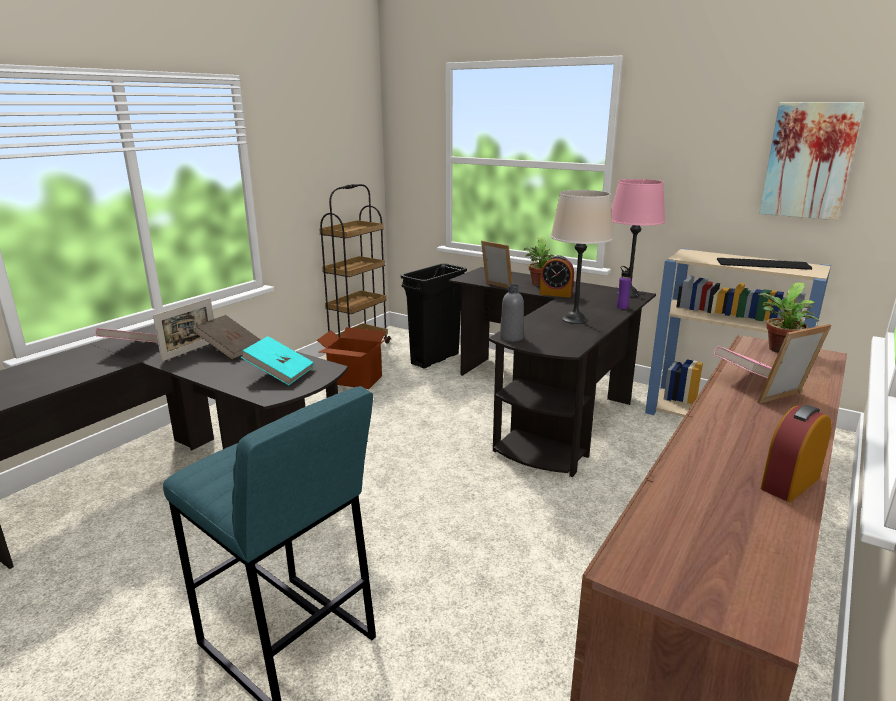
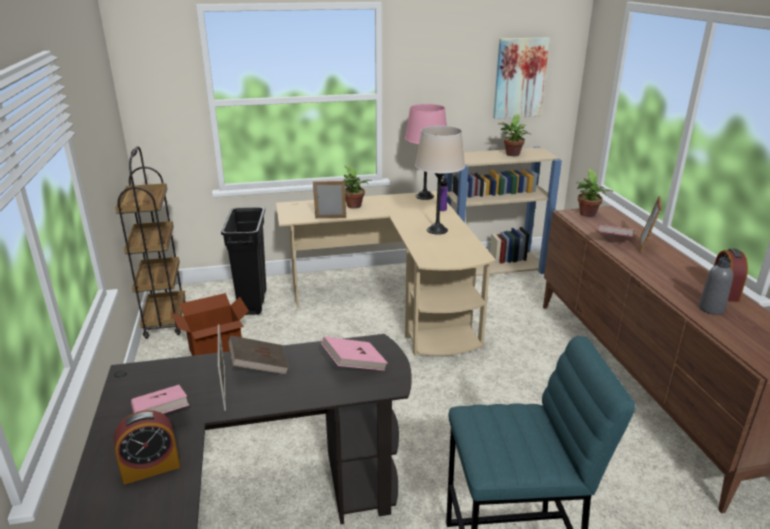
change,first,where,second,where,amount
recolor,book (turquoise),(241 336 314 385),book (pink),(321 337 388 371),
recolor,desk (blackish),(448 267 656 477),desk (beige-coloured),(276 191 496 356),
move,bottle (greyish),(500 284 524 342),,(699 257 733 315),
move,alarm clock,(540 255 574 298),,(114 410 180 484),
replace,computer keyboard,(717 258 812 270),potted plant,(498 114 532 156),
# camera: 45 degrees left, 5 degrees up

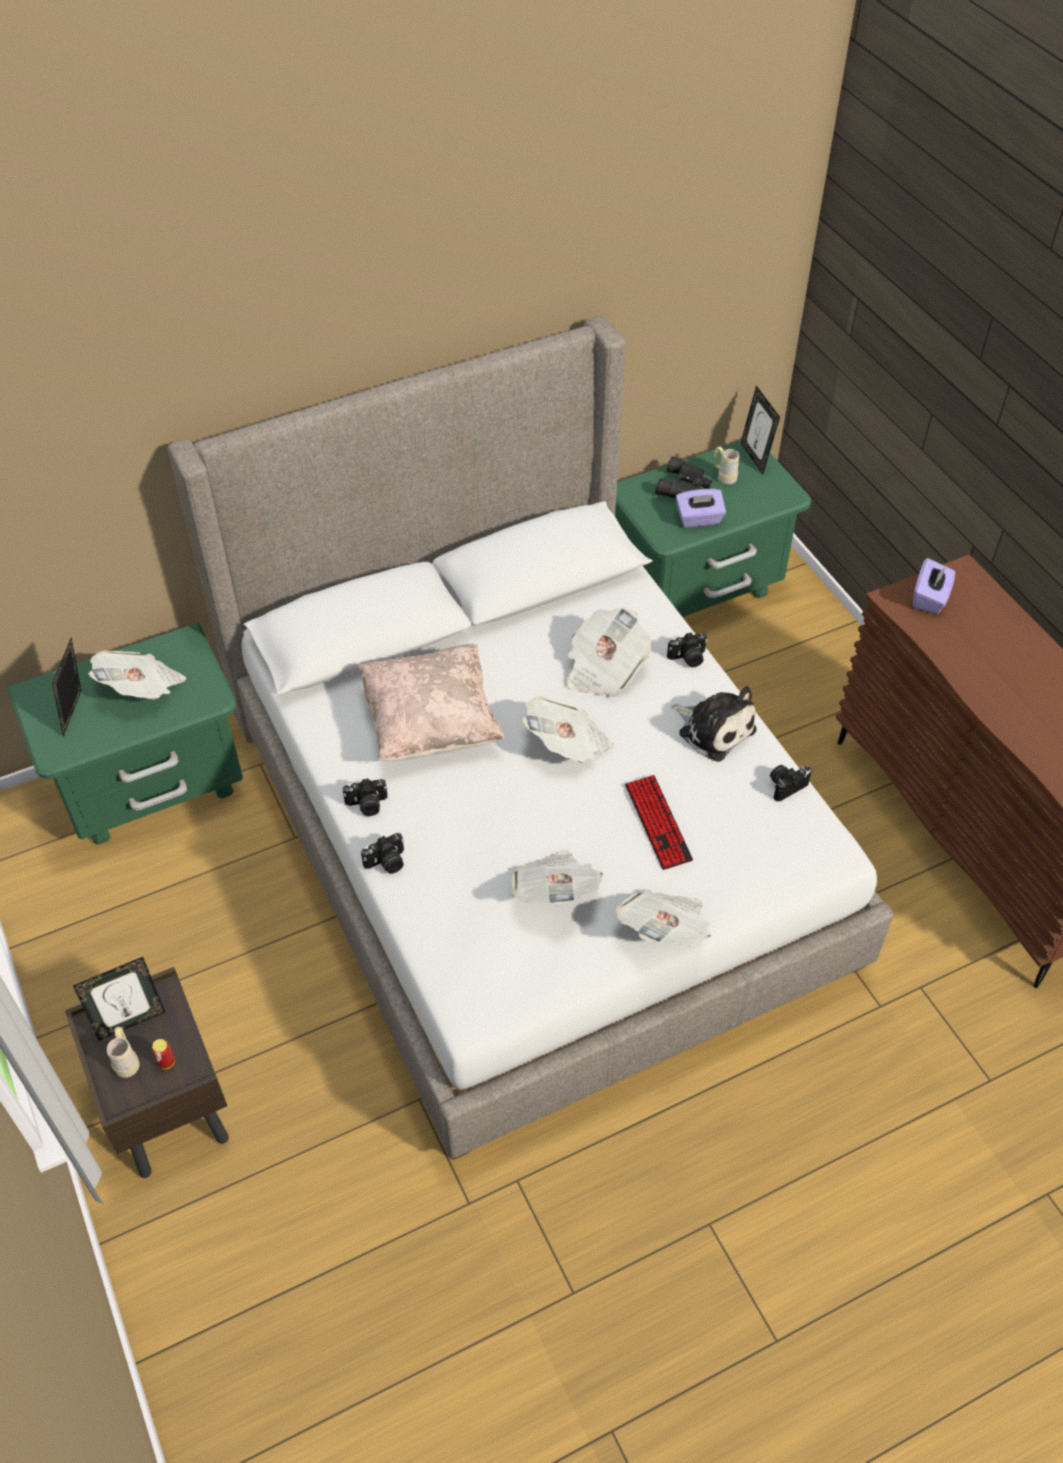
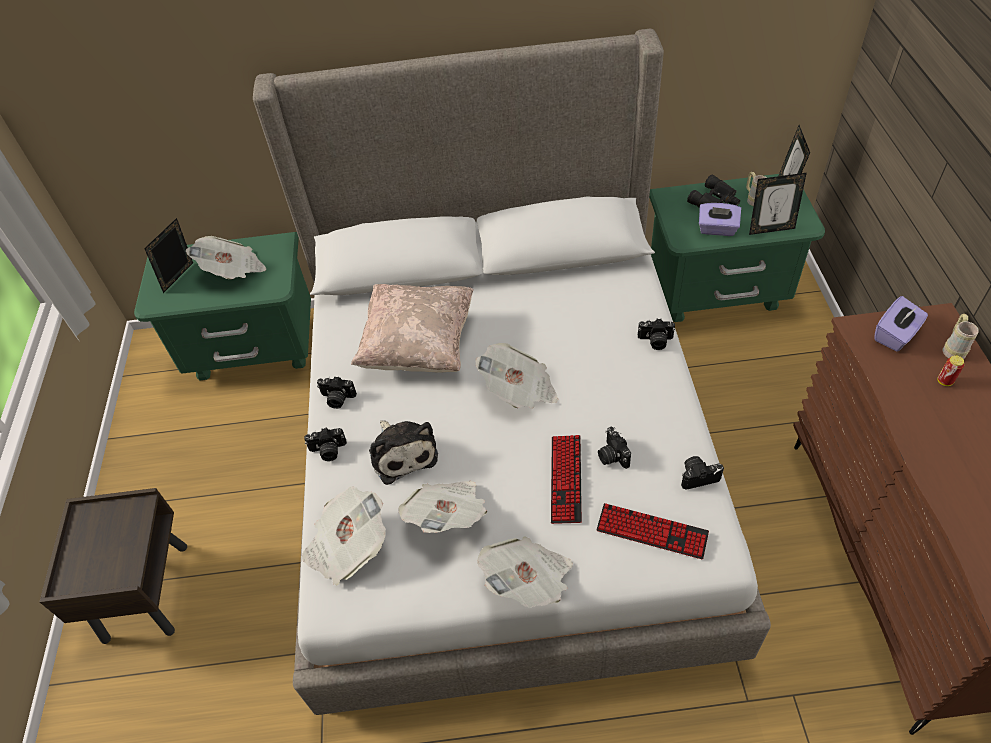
change,first,where,second,where,amount
move,photo frame,(73 957 165 1041),,(749 173 807 235),
move,tea mug (beige-coloured),(107 1027 140 1078),,(943 314 979 359),
move,sealed can,(151 1039 175 1069),,(937 355 964 386),
move,daily paper,(567 608 651 697),,(302 486 386 586),
move,soft toy,(671 686 757 762),,(369 421 438 485),
insert,,,computer keyboard,(596 503 709 559),
insert,,,photo camera,(598 426 631 469),
# camera: 25 degrees right, 0 degrees up

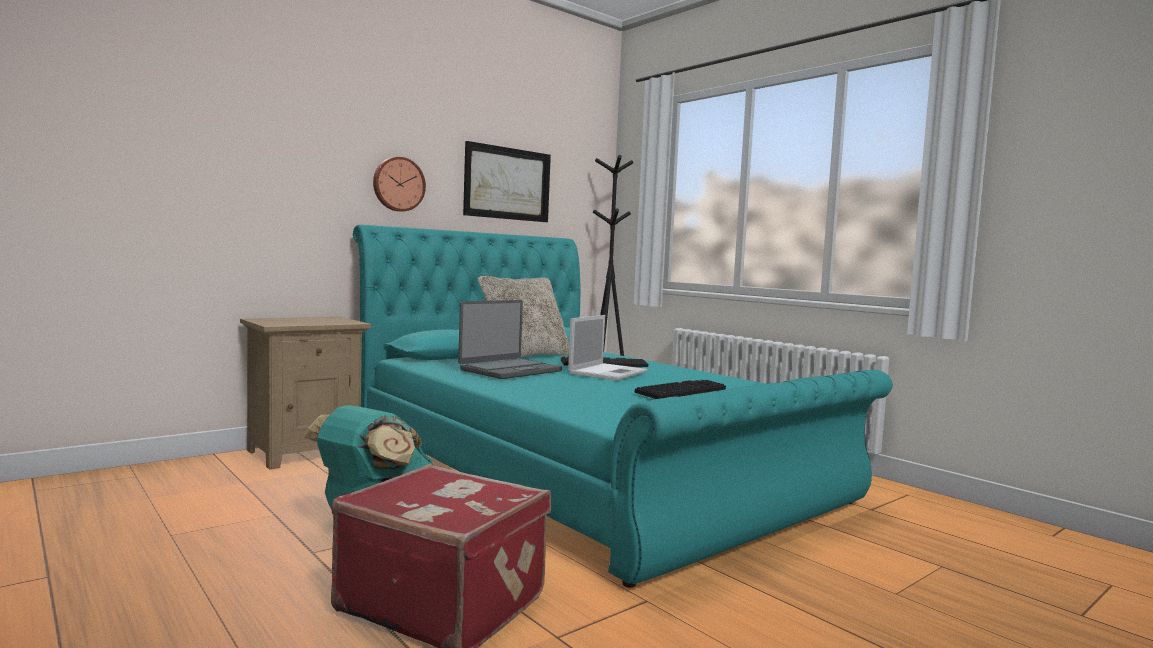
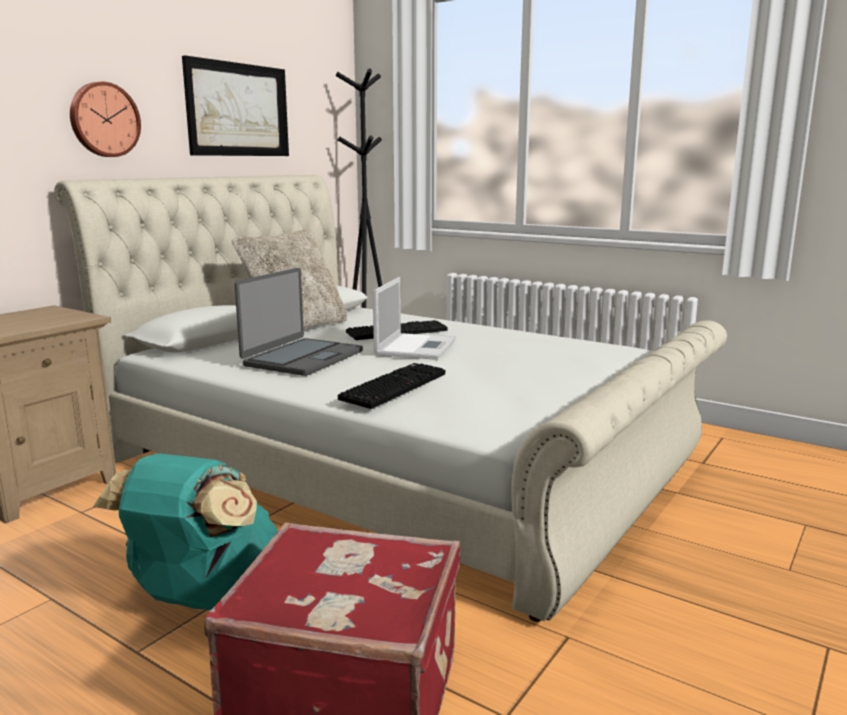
change,first,where,second,where,amount
recolor,bed (turquoise),(353 224 893 588),bed (beige-coloured),(54 175 727 622),
move,computer keyboard,(635 380 726 399),,(338 363 445 409),
# camera: 15 degrees left, 10 degrees up

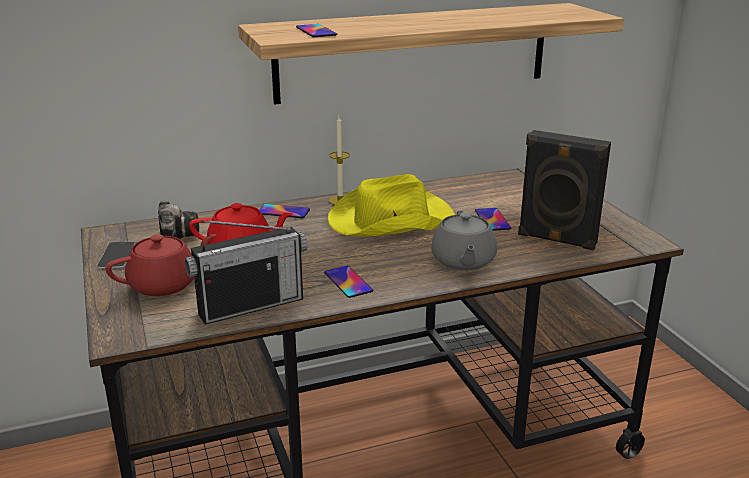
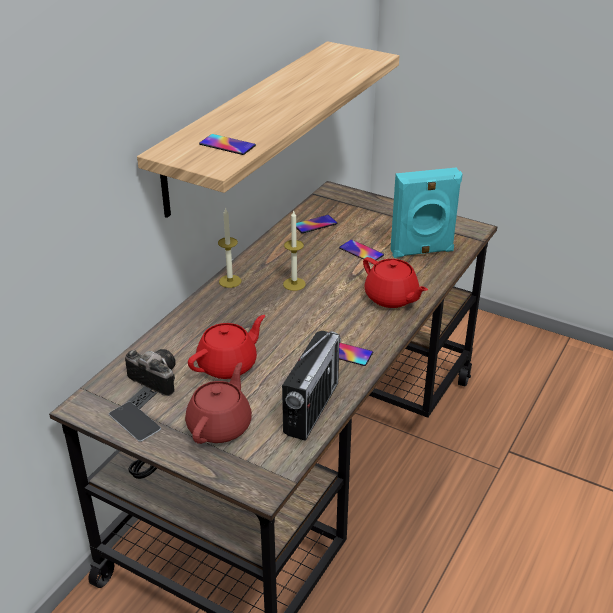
change,first,where,second,where,amount
move,phone,(259 204 310 218),,(296 215 337 233),
replace,hat (yellow),(328 174 455 237),wax candle,(283 211 306 291),
recolor,teapot (greyish),(431 211 497 271),teapot (red),(363 257 428 308),
recolor,audio speaker (blackish),(518 130 611 251),audio speaker (turquoise),(390 168 463 258),
# camera: 40 degrees left, 10 degrees up

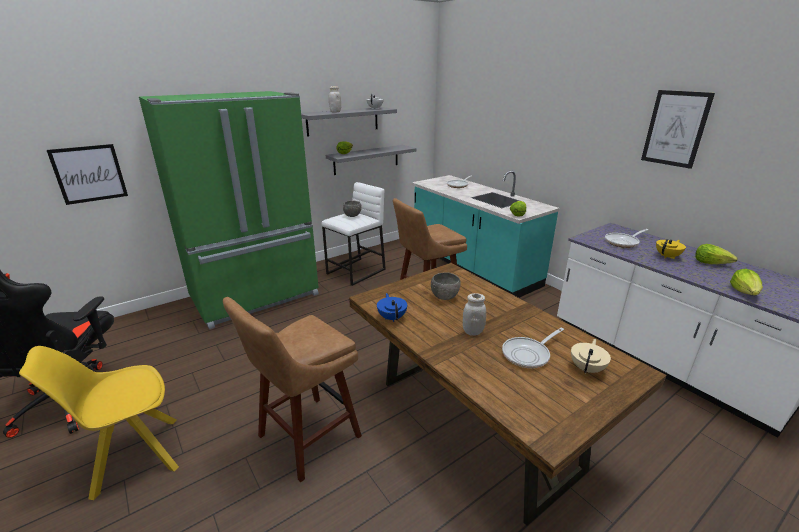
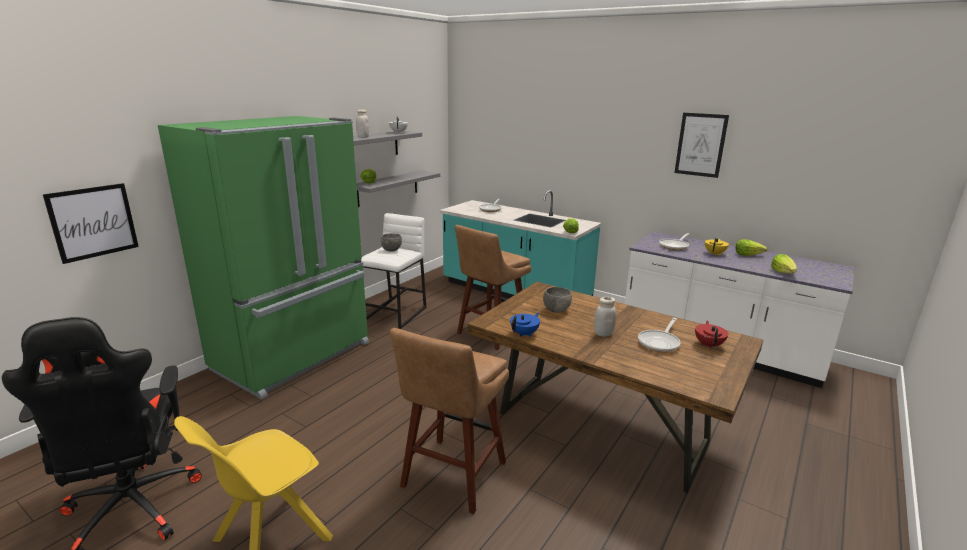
change,first,where,second,where,amount
rotate,teapot (blue),(377 293 407 322),,(510 313 540 337),75 degrees clockwise
recolor,teapot (beige-coloured),(571 339 611 374),teapot (red),(695 321 728 349),
# camera: 20 degrees left, 5 degrees down

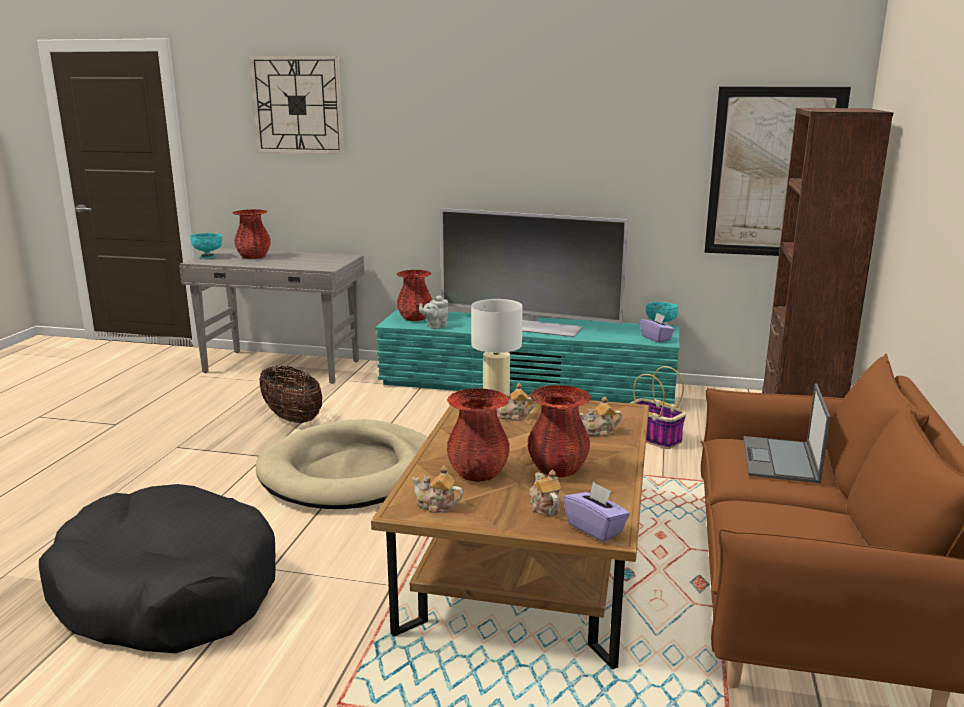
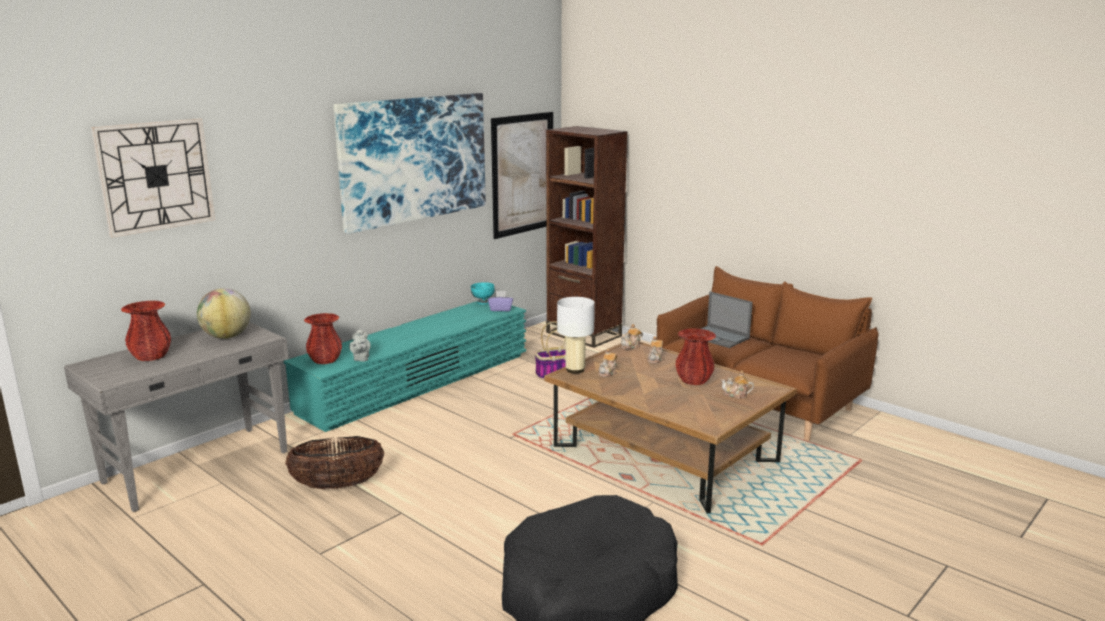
change,first,where,second,where,amount
delete,deep dish (turquoise),(190 233 222 259),,,
delete,dog cushion (beige-coloured),(256 419 428 509),,,
move,teapot,(412 466 463 514),,(621 324 643 349),
delete,television,(440 208 628 337),,,
delete,vase (red),(447 388 510 482),,,
delete,box of tissues (purplish),(563 482 630 542),,,
insert,,,world globe,(197 288 251 339),
insert,,,picture,(333 93 486 234),
# camera: 60 degrees left, 0 degrees up

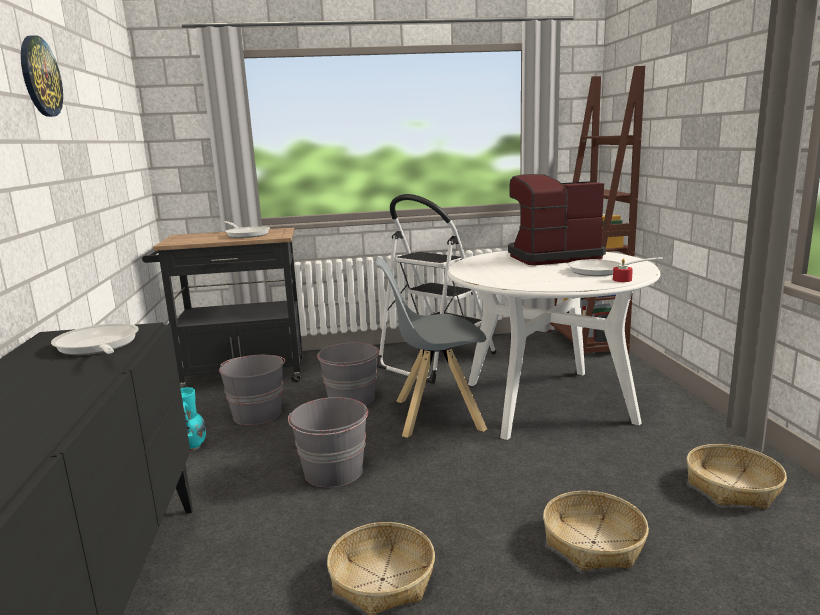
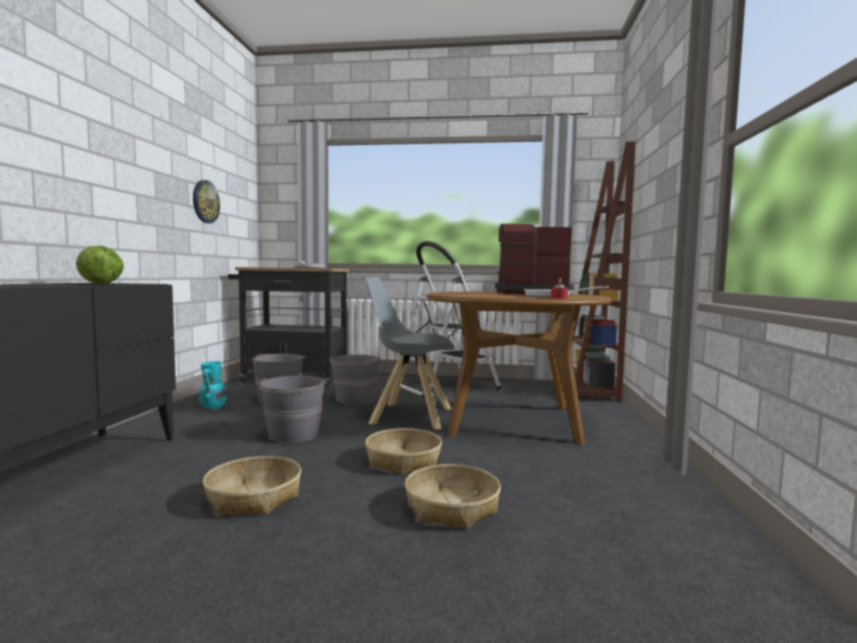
change,first,where,second,where,amount
move,hanging clock,(21 35 63 117),,(193 180 220 223),
replace,frying pan,(51 323 139 355),lettuce,(76 246 124 284),
recolor,dinner table (white),(447 251 661 440),dinner table (brown),(427 292 612 444),
move,household basket,(686 444 787 509),,(365 428 442 475),
# camera: 15 degrees right, 10 degrees down

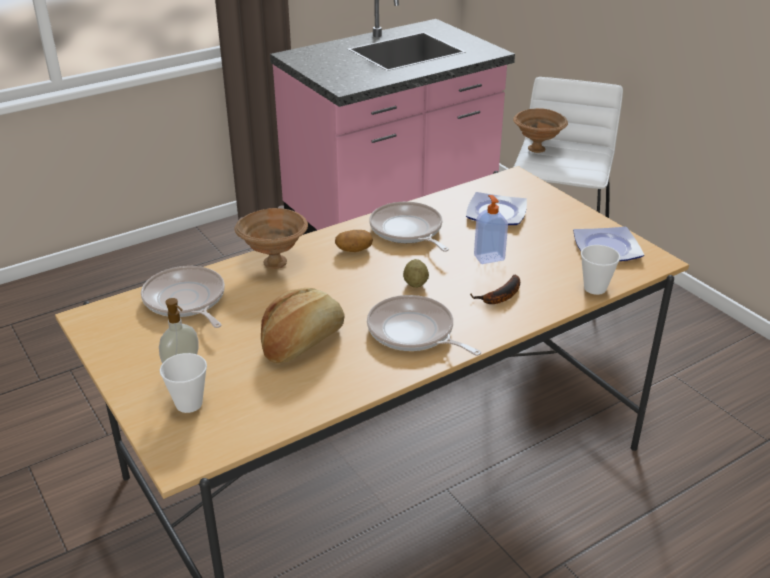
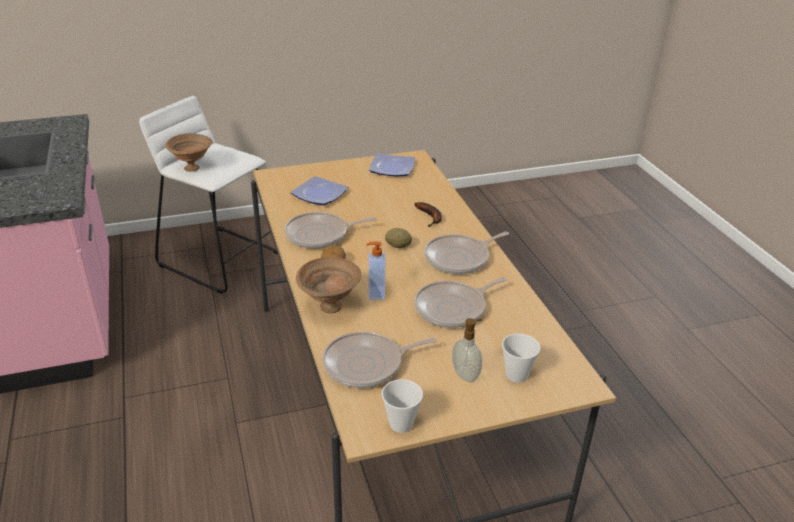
change,first,where,second,where,amount
replace,bakery bread,(261 288 345 363),frying pan,(414 277 507 328),
move,soap dispenser,(474 195 508 264),,(366 241 386 300),
move,drinking cup,(581 245 620 295),,(382 379 423 433),
# camera: 75 degrees left, 0 degrees up

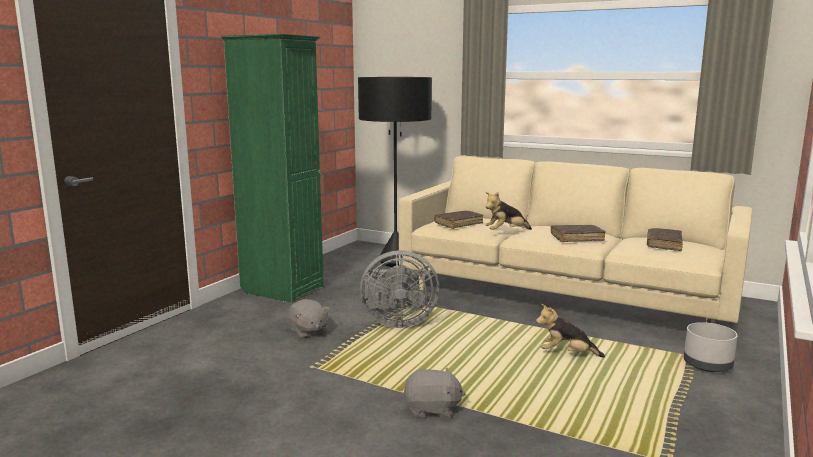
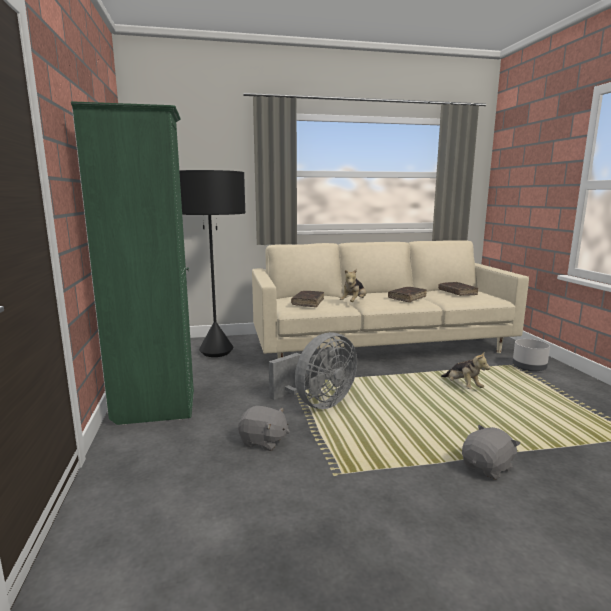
change,first,where,second,where,amount
rotate,soft toy,(536 304 605 358),,(441 352 490 389),90 degrees counterclockwise
# camera: 40 degrees left, 0 degrees up

